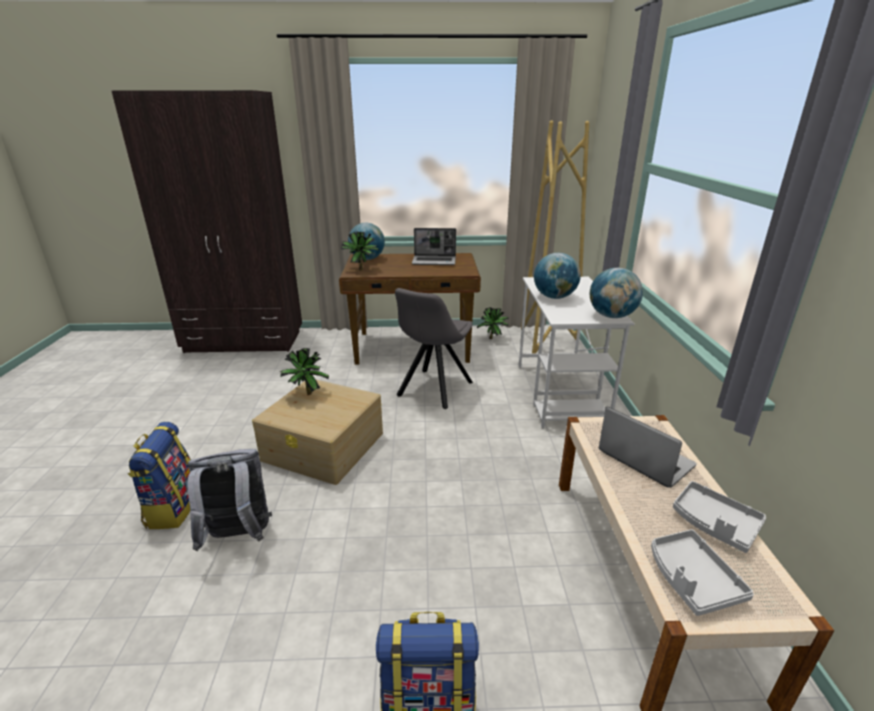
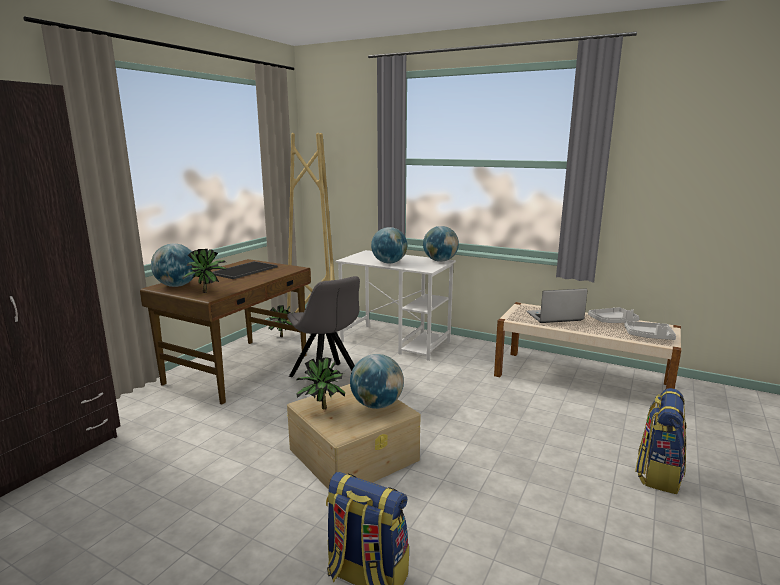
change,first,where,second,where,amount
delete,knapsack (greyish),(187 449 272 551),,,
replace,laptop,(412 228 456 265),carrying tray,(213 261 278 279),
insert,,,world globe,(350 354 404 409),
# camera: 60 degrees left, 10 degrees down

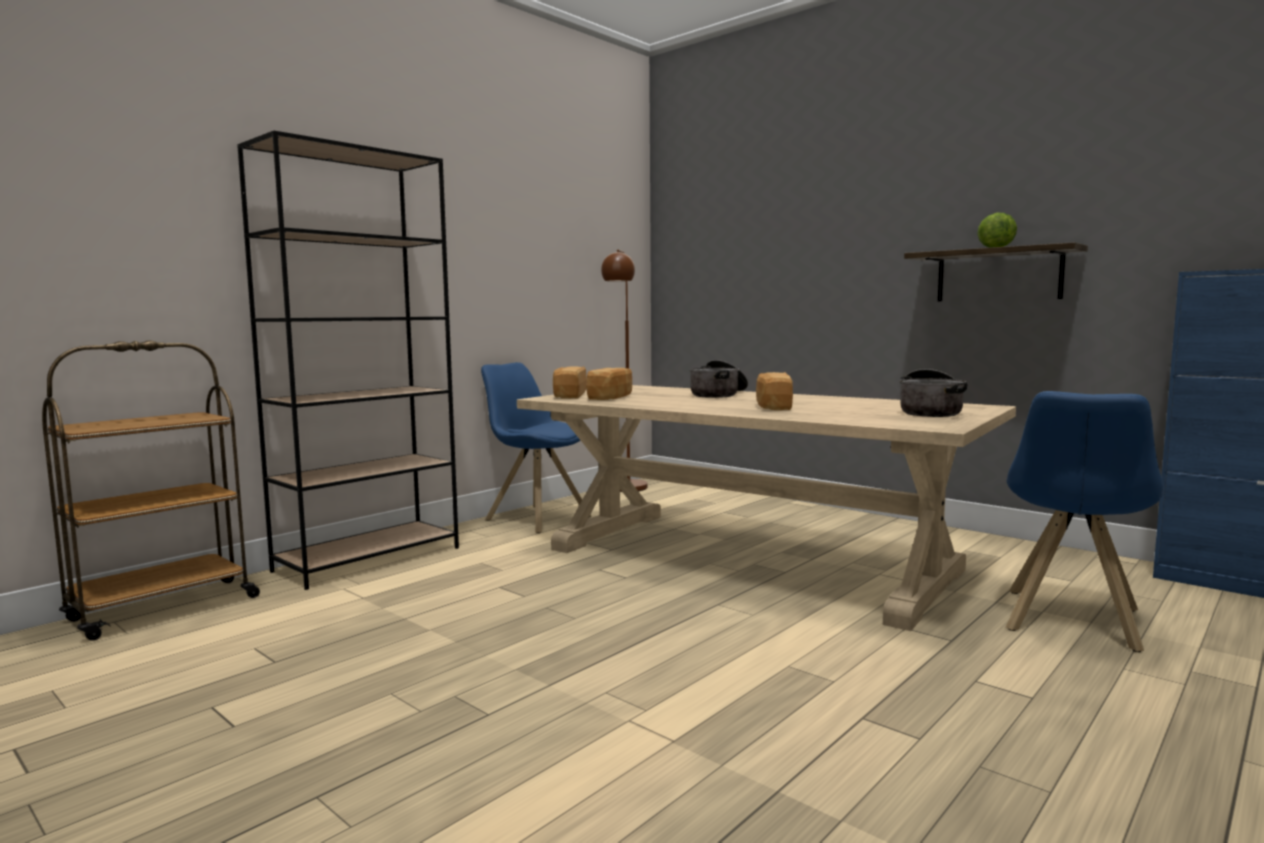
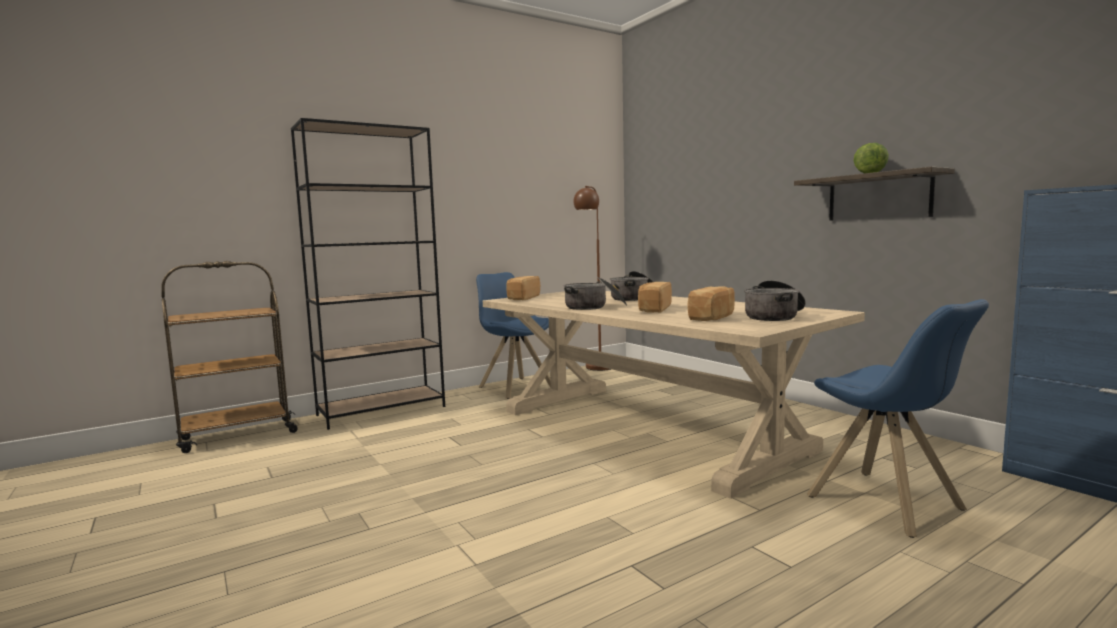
change,first,where,second,where,amount
move,bakery bread,(586 368 632 400),,(687 286 735 321),
rotate,plain chair (blue),(1006 391 1163 652),,(807 299 989 538),75 degrees counterclockwise
insert,,,cooking pot,(563 277 627 310),
# camera: 15 degrees right, 0 degrees up

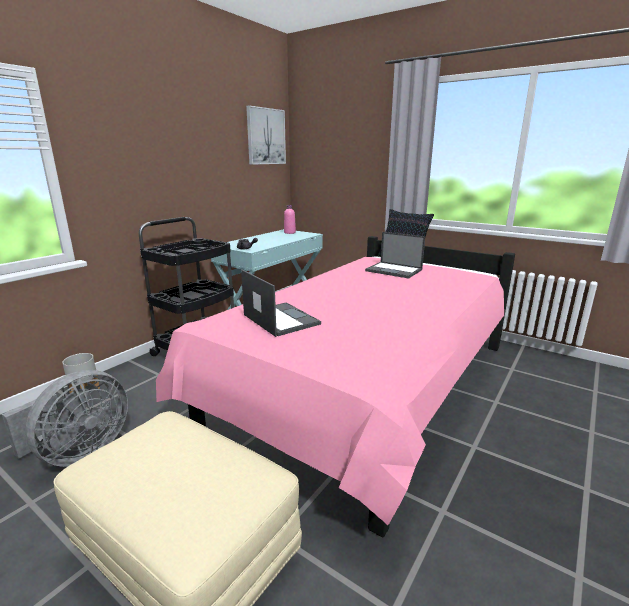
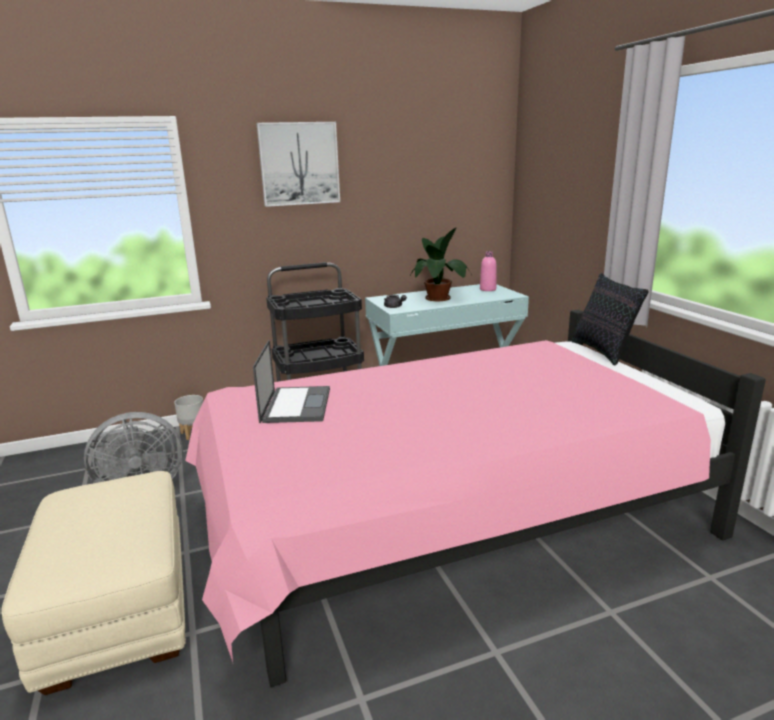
change,first,where,second,where,amount
move,picture,(246 105 286 165),,(256 122 340 207),
delete,laptop,(365 232 425 279),,,
insert,,,potted plant,(411 228 472 301),
# camera: 35 degrees right, 0 degrees up

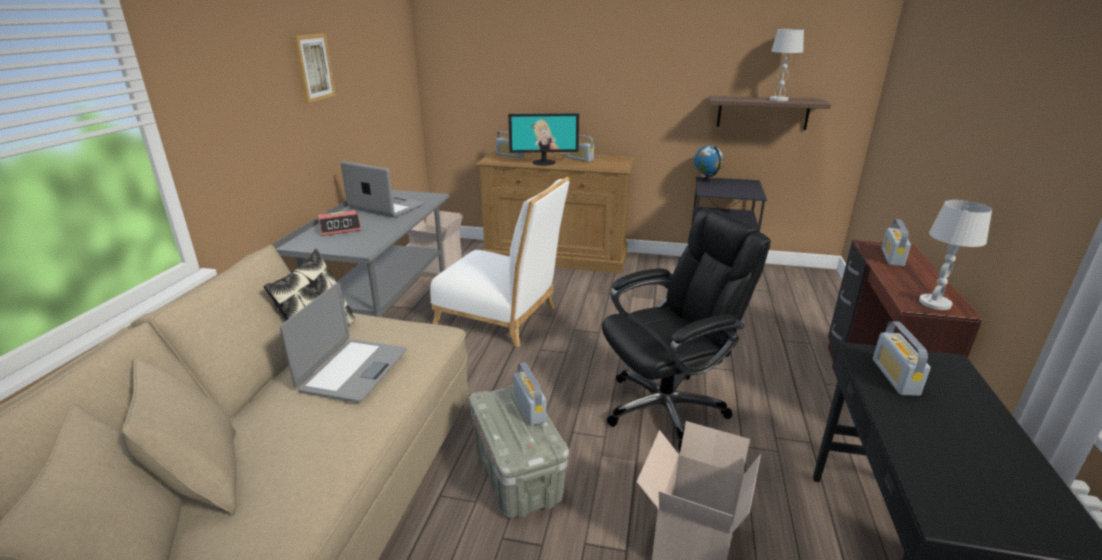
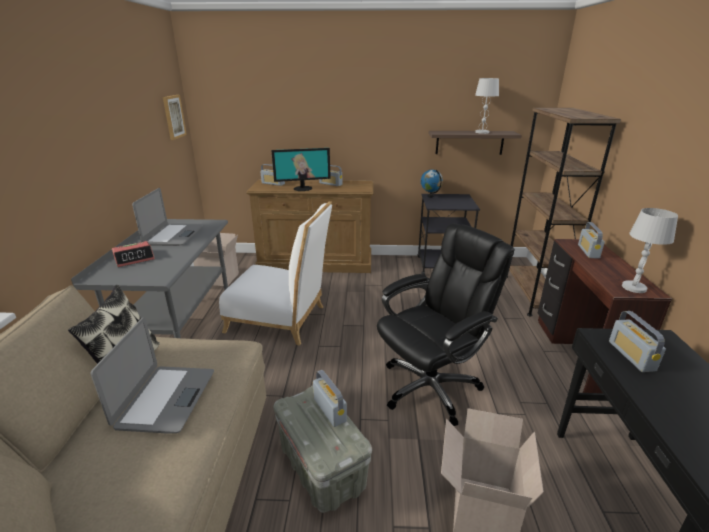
change,first,where,second,where,amount
move,picture,(292 34 336 103),,(163 95 187 140),
rotate,laptop,(341 161 424 218),,(132 188 203 246),75 degrees clockwise
insert,,,bookcase (brown),(507 108 621 316),
# camera: 10 degrees left, 0 degrees up

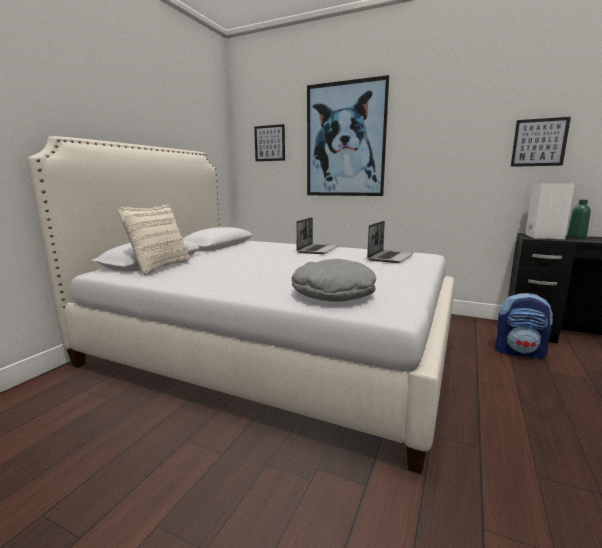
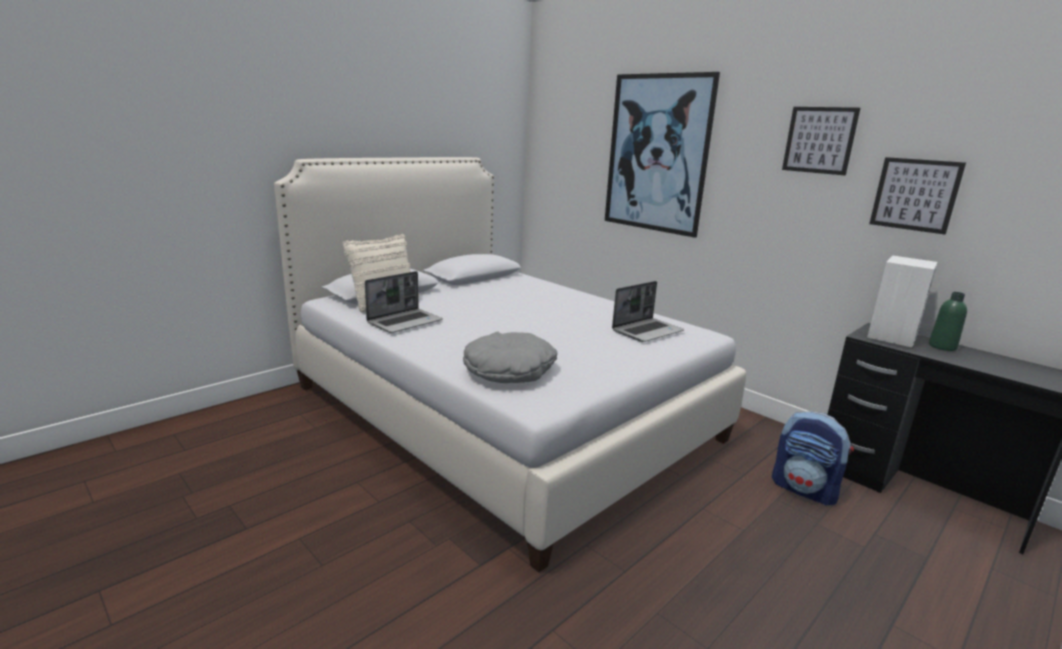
change,first,where,second,where,amount
move,picture,(254 124 285 161),,(782 107 860 175),
move,laptop,(296 217 338 254),,(365 271 443 333),
# camera: 20 degrees right, 5 degrees up

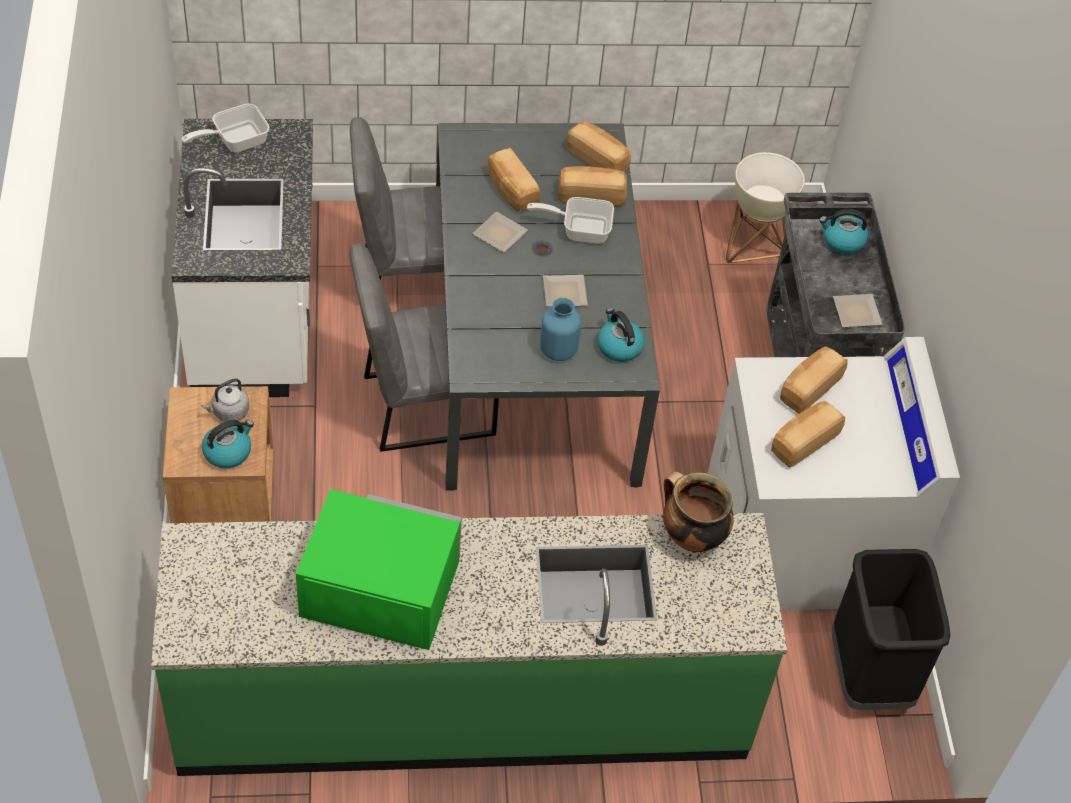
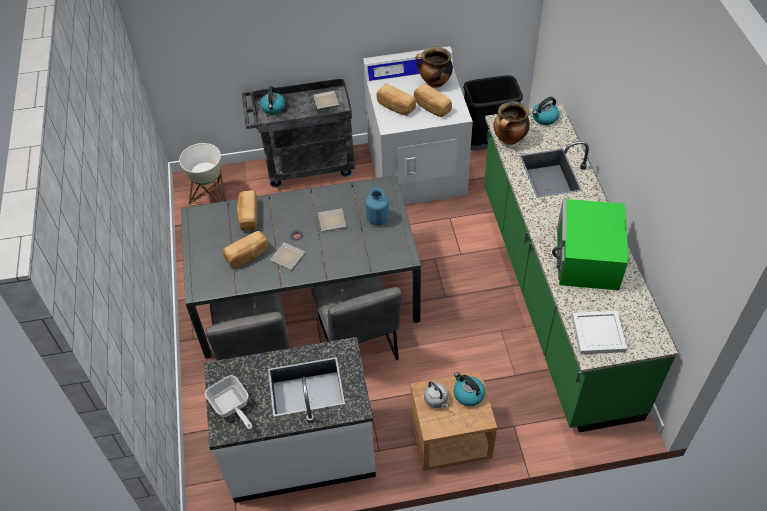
change,first,where,second,where,amount
delete,frying pan,(527 197 614 243),,,
delete,bakery bread,(566 121 631 172),,,
move,water kettle,(597 308 645 362),,(532 97 559 125),
insert,,,cooking pot,(416 47 453 88),
insert,,,carrying tray (white),(572 311 627 354),
# camera: 90 degrees left, 0 degrees up

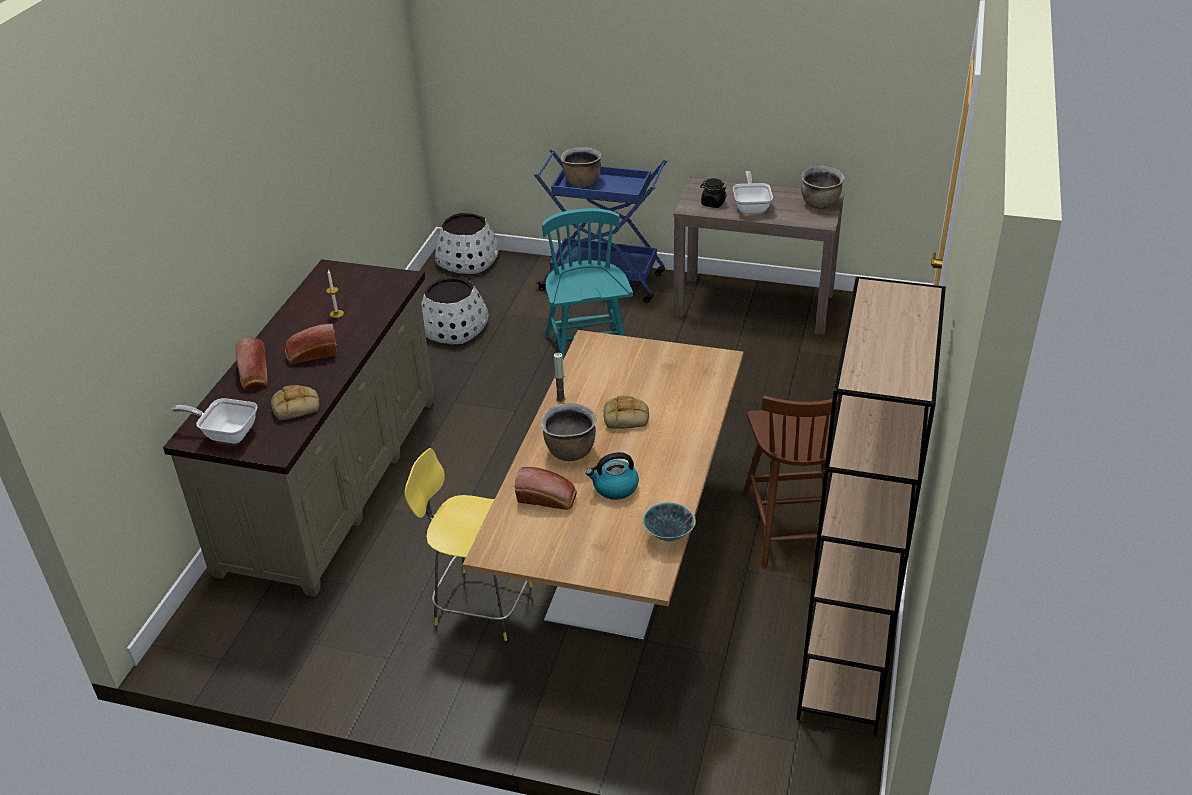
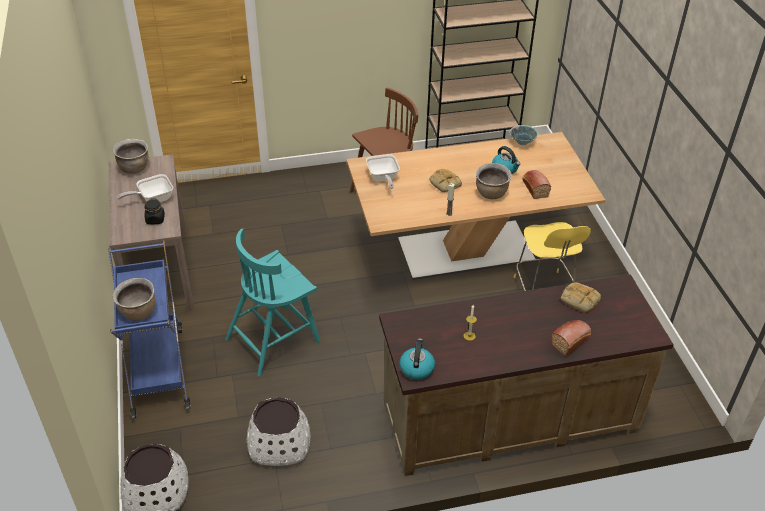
change,first,where,second,where,amount
move,frying pan,(171 398 257 444),,(366 154 400 189),
delete,bakery bread,(285 324 337 364),,,
insert,,,water kettle,(400 338 435 380),
# camera: 120 degrees left, 5 degrees up

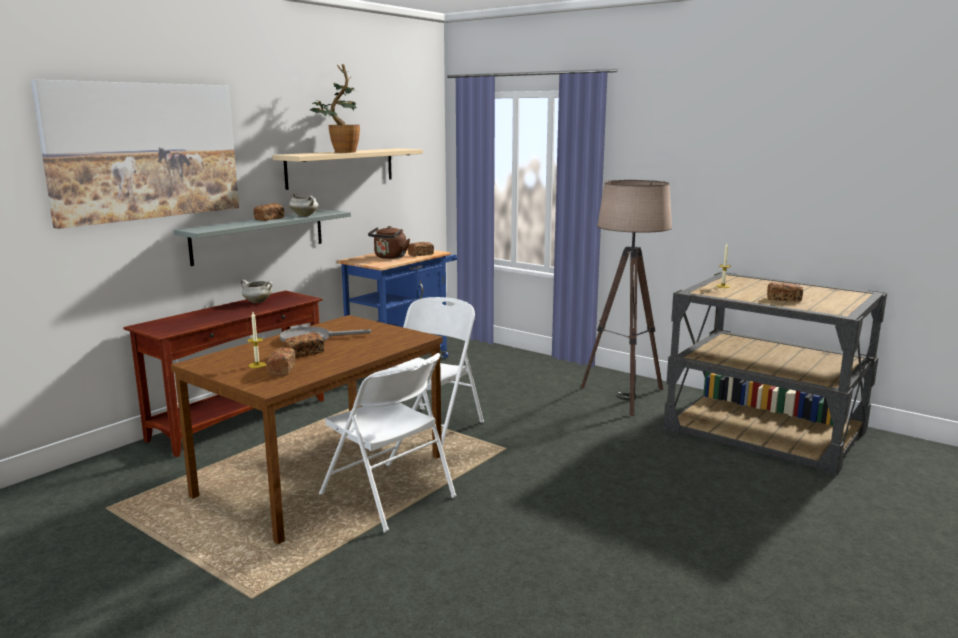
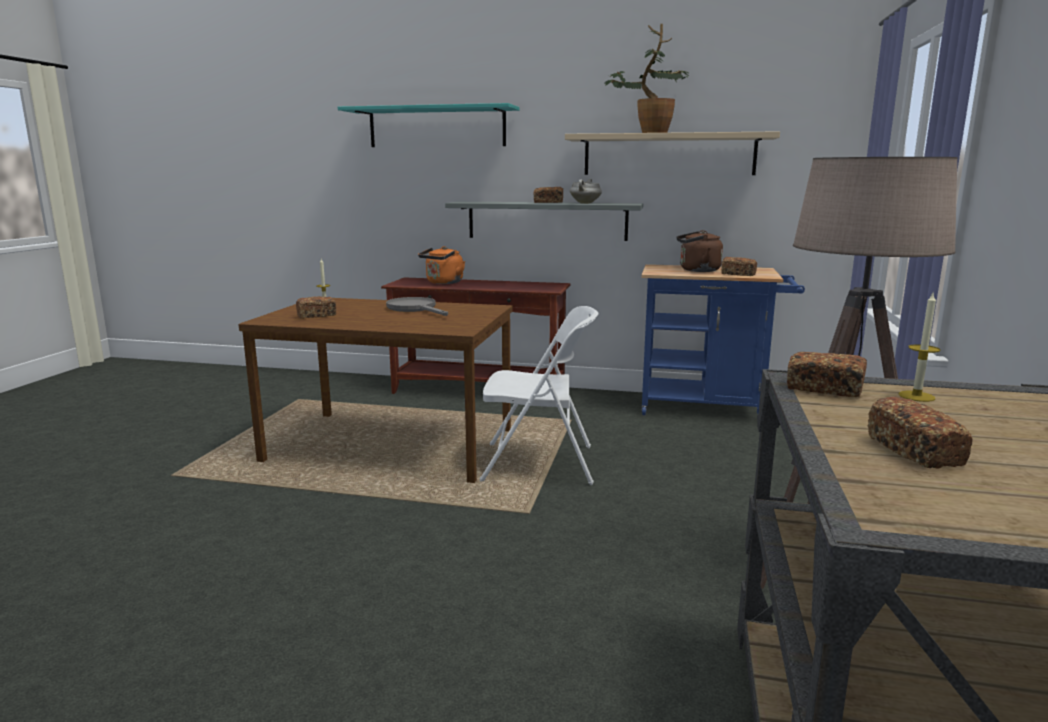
change,first,where,second,where,amount
replace,picture,(31 80 239 229),bracket shelf (turquoise),(338 103 519 147),
delete,cooking pot (white),(240 279 273 303),,,
move,bakery bread,(284 332 324 358),,(787 352 867 397),
delete,plain chair (white),(319 353 457 533),,,
insert,,,water kettle (orangey),(418 246 465 284),
# camera: 65 degrees right, 0 degrees up

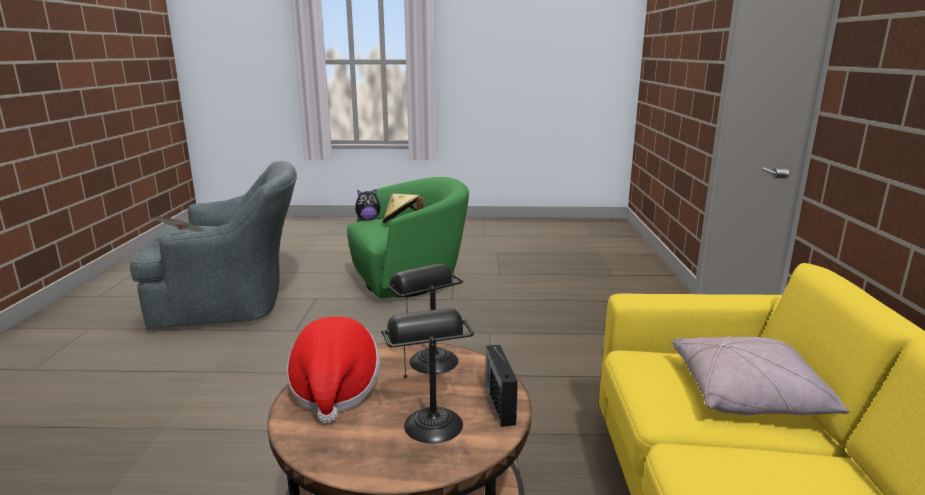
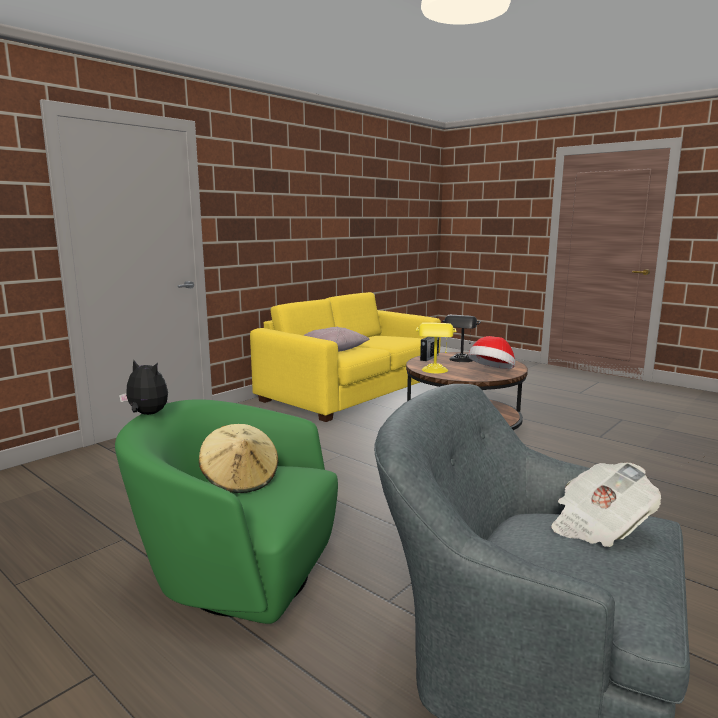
change,first,where,second,where,amount
move,soft toy,(355 189 381 220),,(119 360 168 415),
recolor,tabletop lamp (blackish),(387 264 463 374),tabletop lamp (yellow),(416 323 457 373),
# camera: 140 degrees left, 5 degrees down

